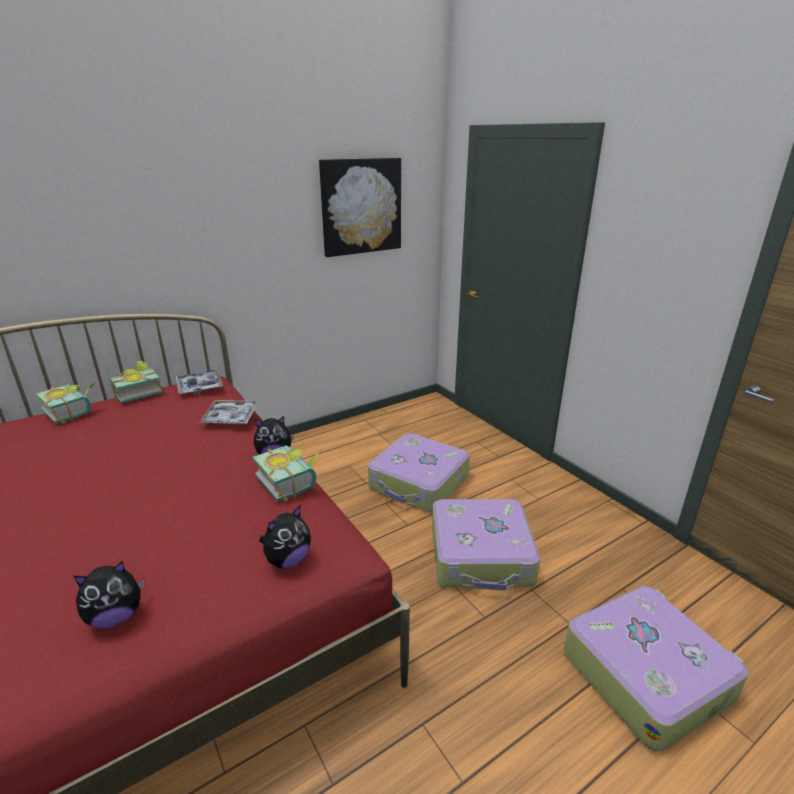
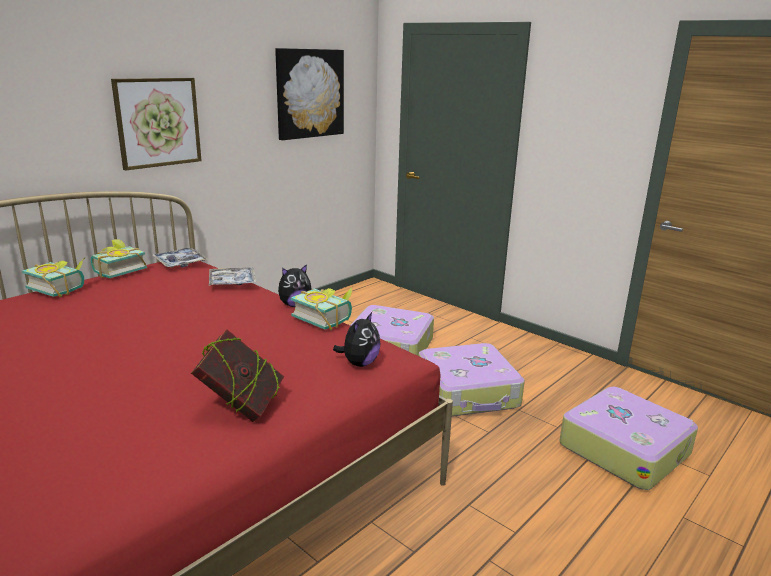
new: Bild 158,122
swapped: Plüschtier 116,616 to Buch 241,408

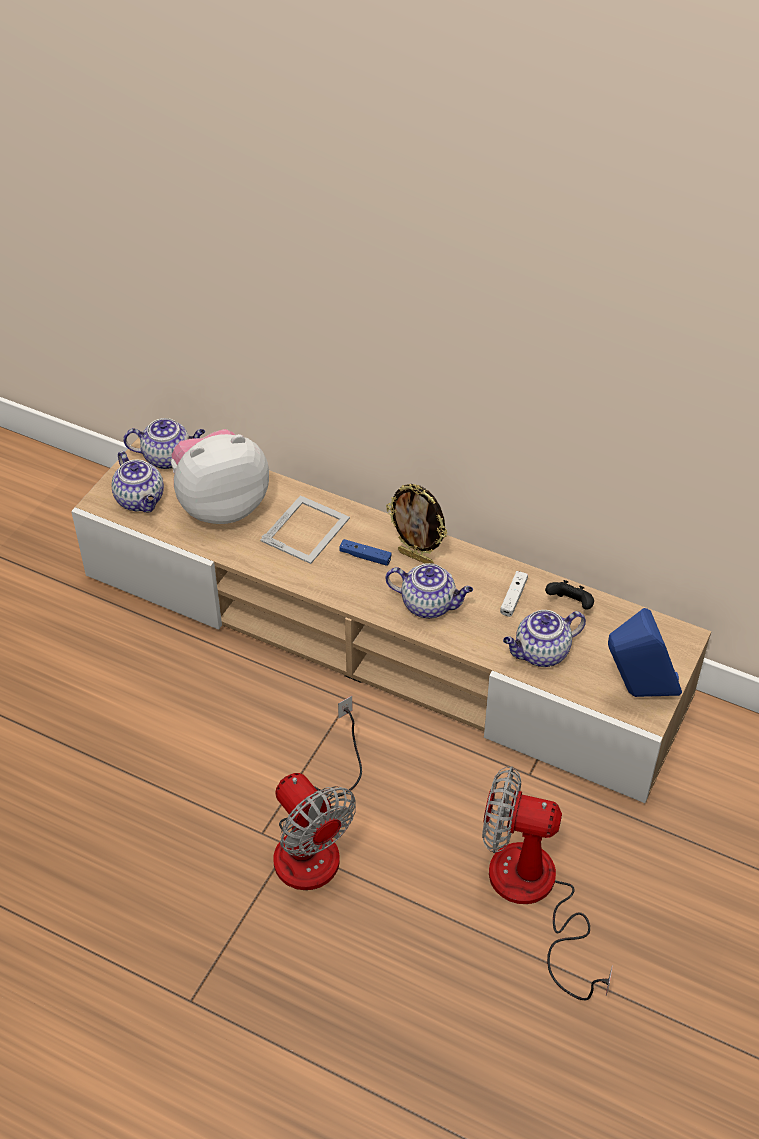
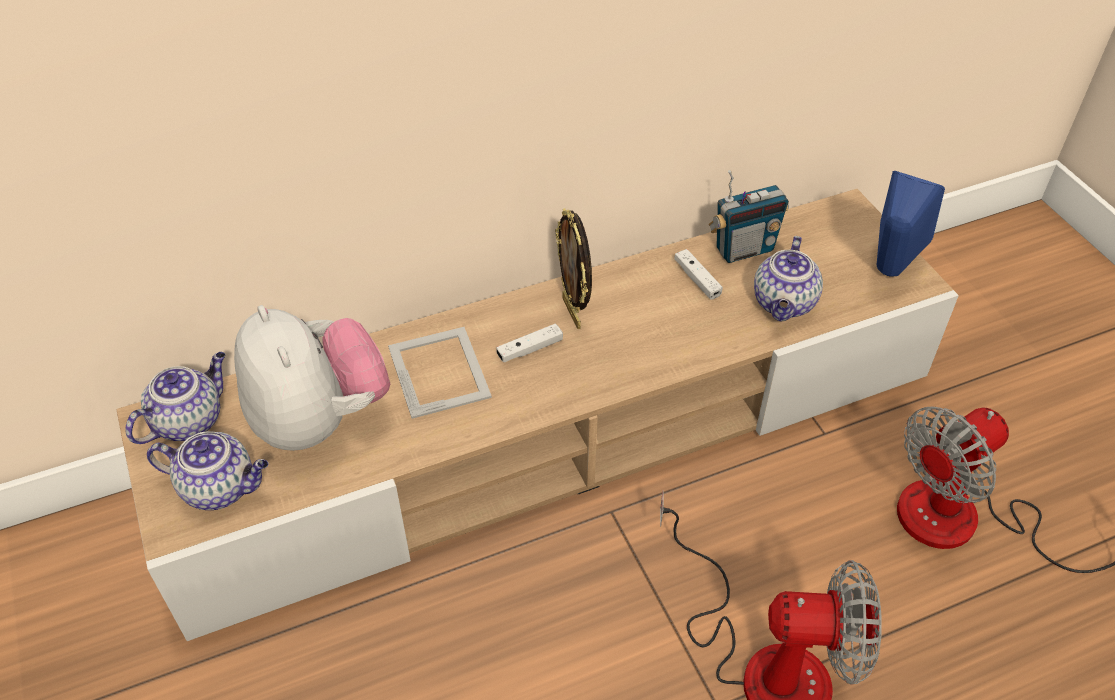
gone: Teekanne 429,605
swapped: Gamepad/schwarz 570,605 to Radio 743,249
repainted: Gamepad/blau 365,557 to Gamepad/weiß 530,349
rotated: Plüschtier 221,505 = 319,419 135 degrees clockwise; Bilderrahmen 416,557 = 573,313 90 degrees clockwise

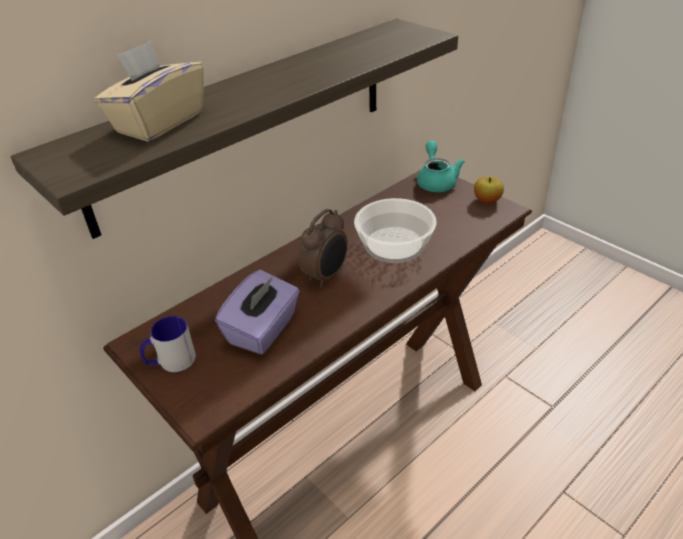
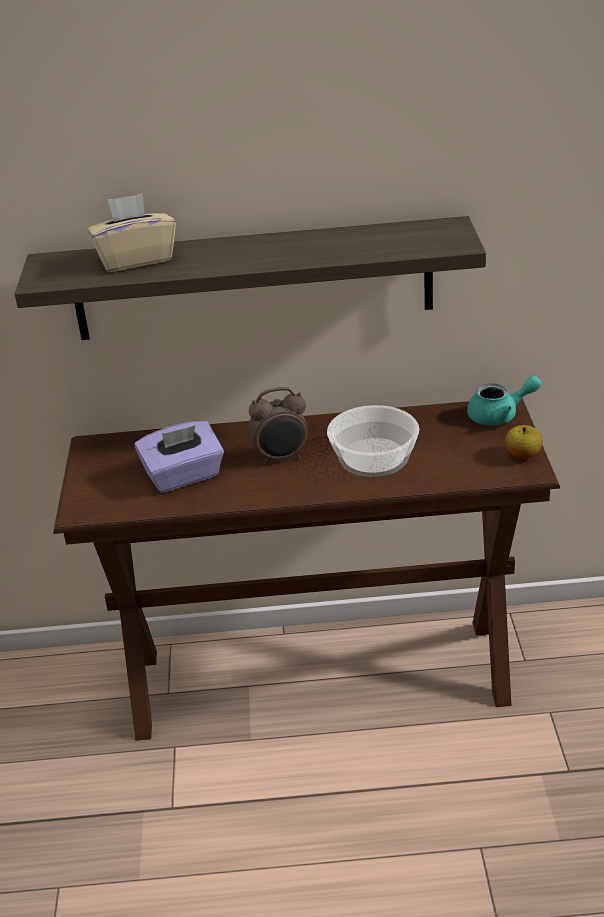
gone: Henkelbecher 171,362
rotated: Teekanne/türkis 436,181 = 500,416 45 degrees clockwise

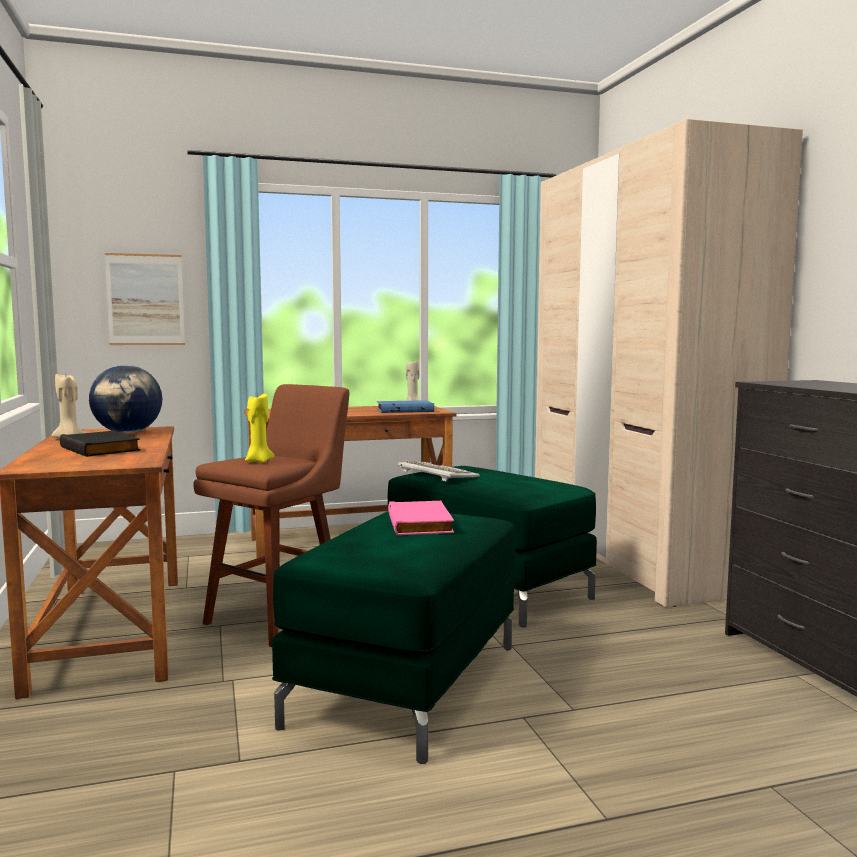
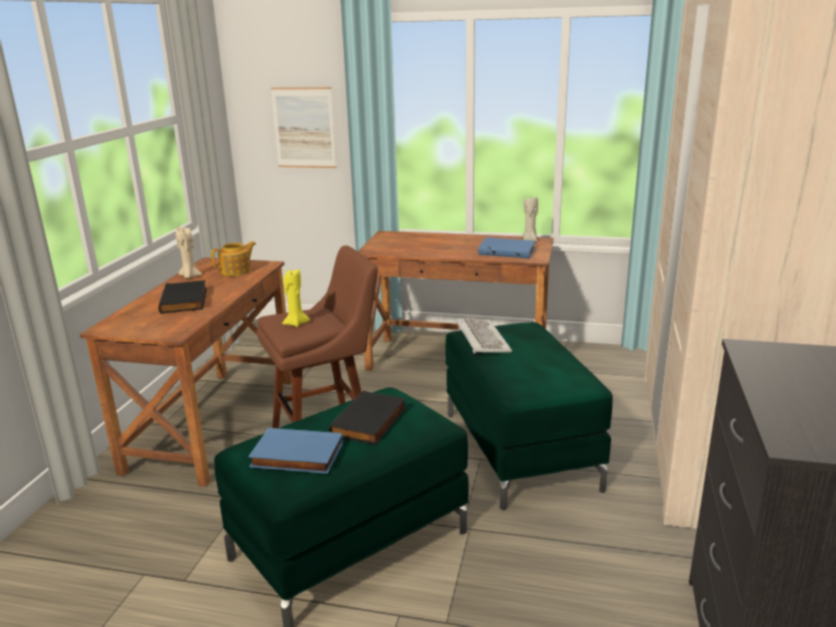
new: Buch/blau 296,456
swapped: Globus 127,433 to Teekanne 237,271
repainted: Buch/rosa 422,523 to Buch/schwarz 370,422

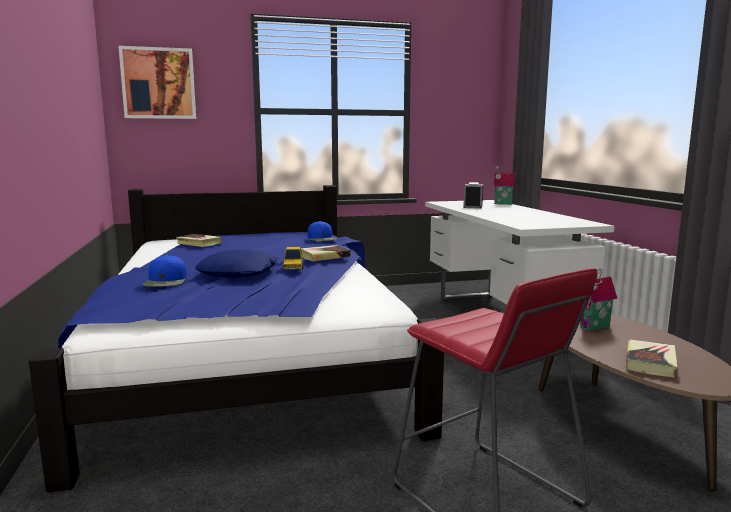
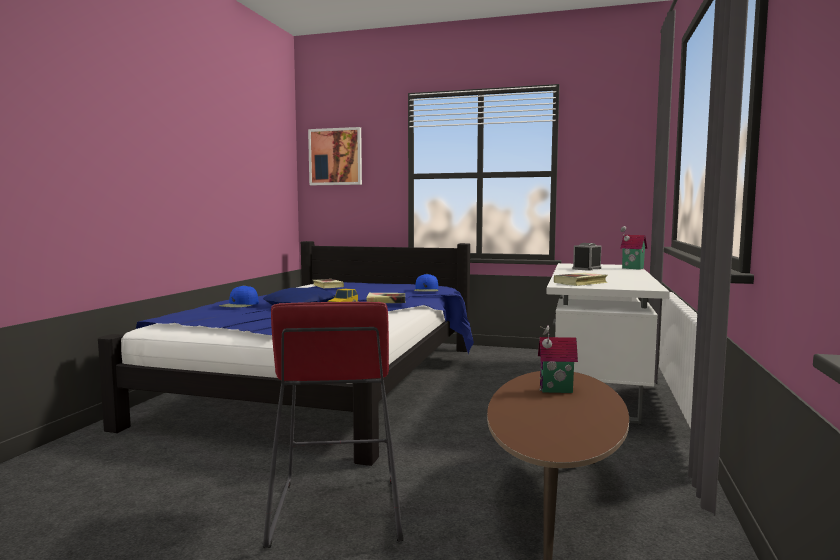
shifted: Buch 650,362 to 580,283

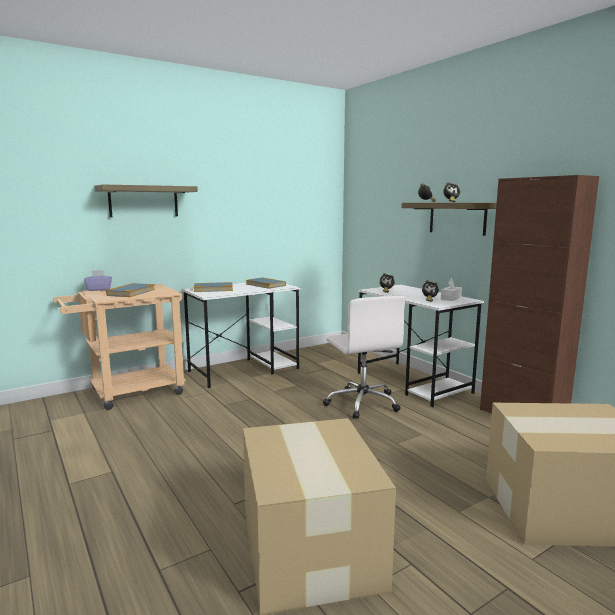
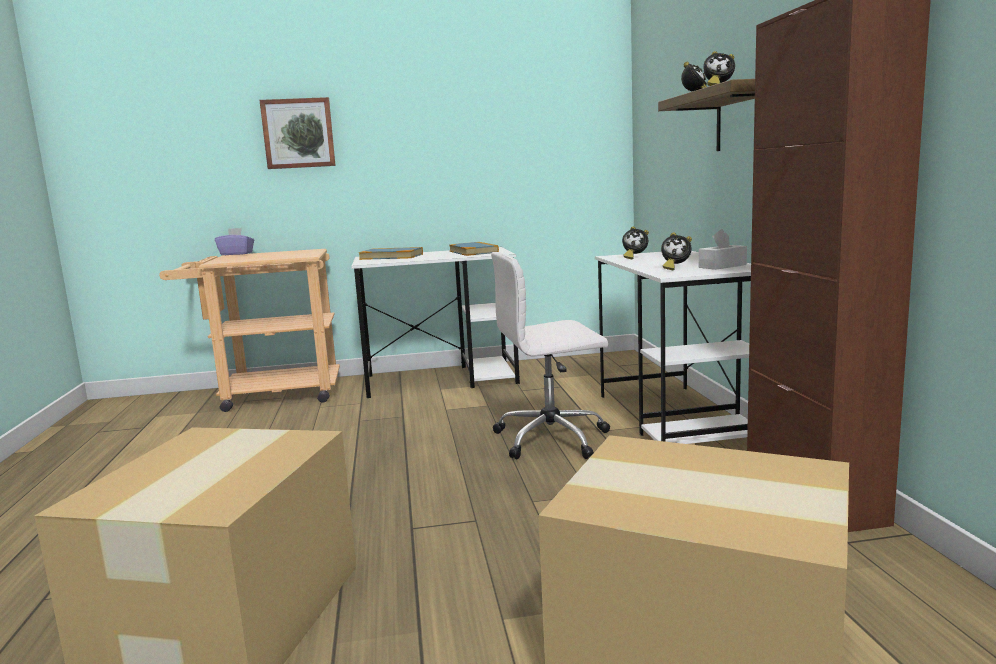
gone: Buch 131,292
swapped: Wandregal 143,201 to Bild 298,133
rotated: Bürostuhl/weiß 362,403 = 553,438 75 degrees clockwise

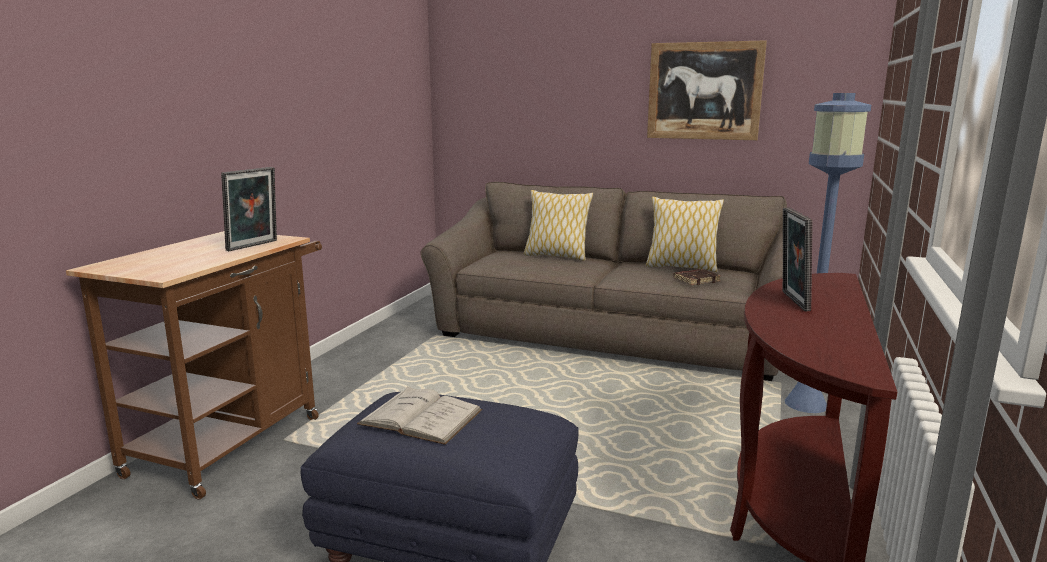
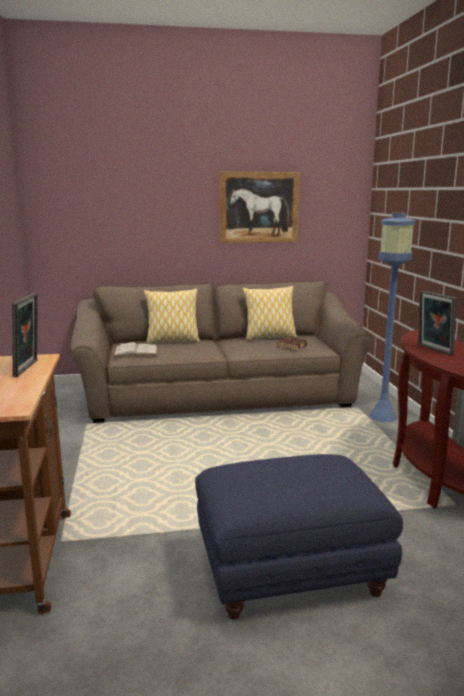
shifted: Buch/weiß 420,417 to 136,351

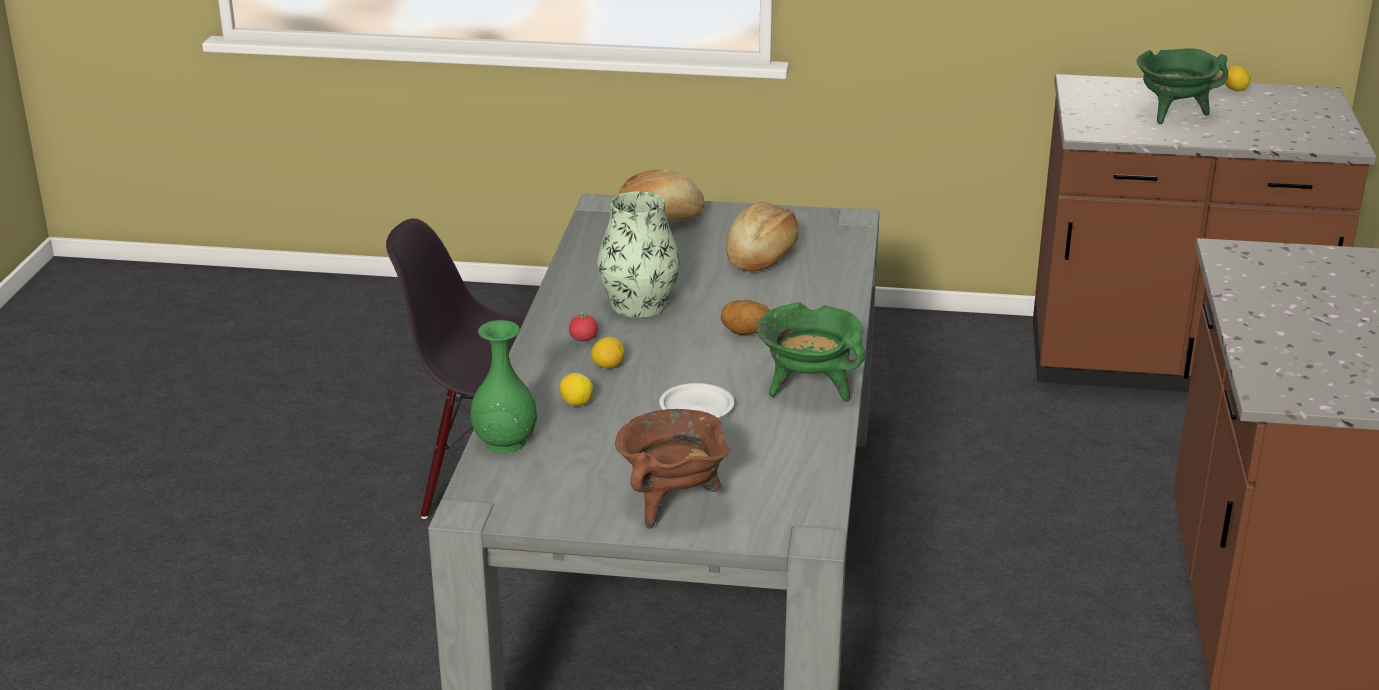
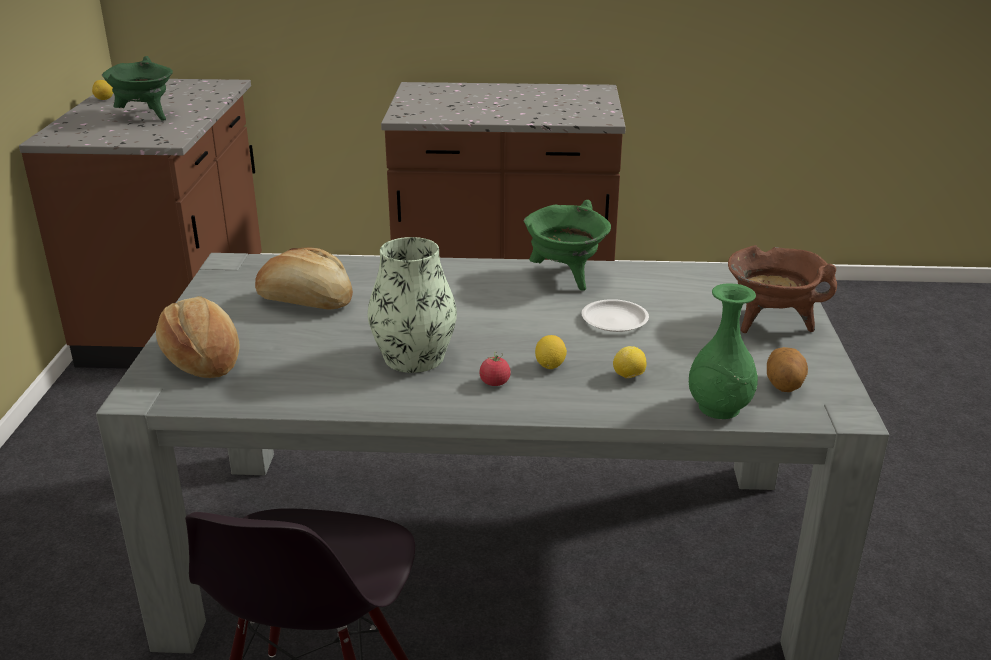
shifted: Kartoffel 745,333 to 784,386

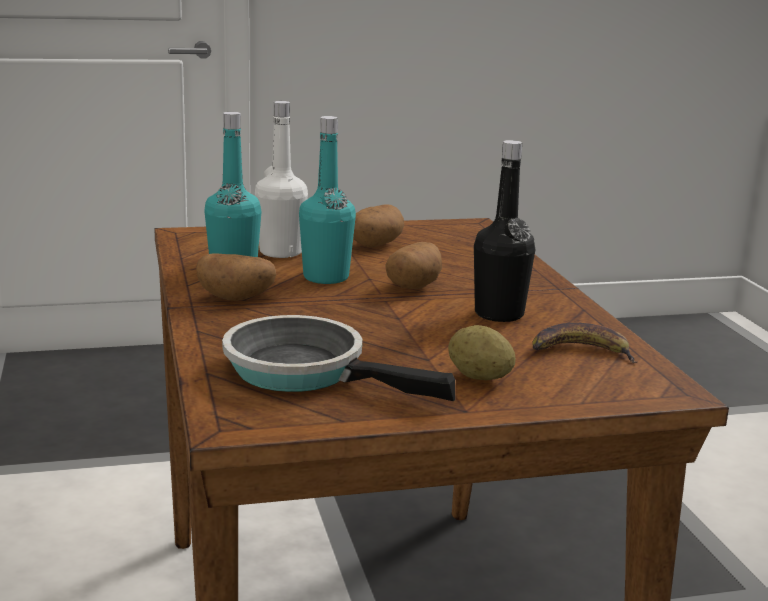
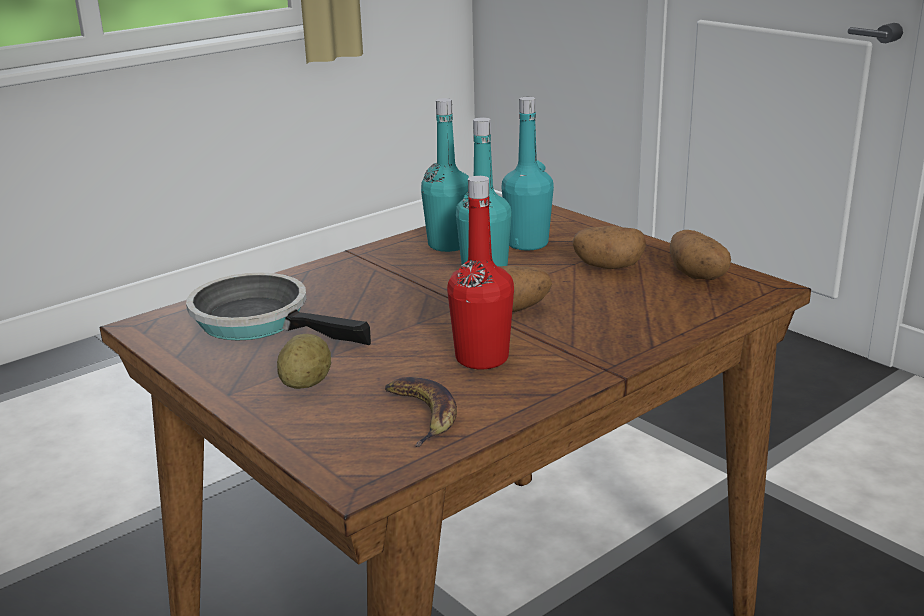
shifted: Kartoffel 236,298 to 699,276
repainted: Flasche/schwarz 499,314 to Flasche/rot 482,358; Flasche/weiß 281,252 to Flasche/türkis 527,244
rotated: Pfanne 306,371 = 260,321 60 degrees counterclockwise

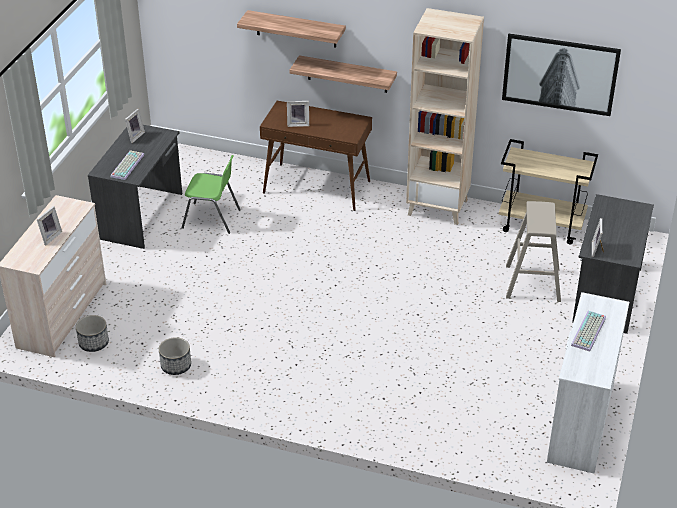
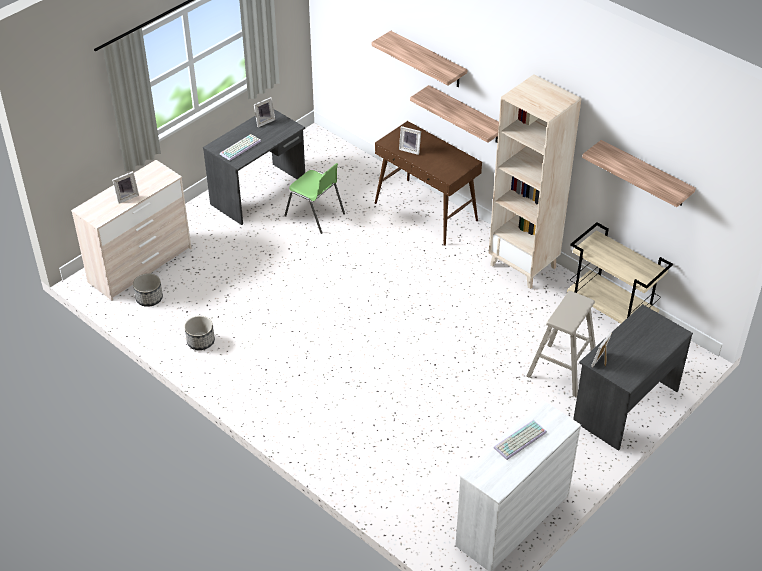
swapped: Bild 560,73 to Wandregal 645,174

